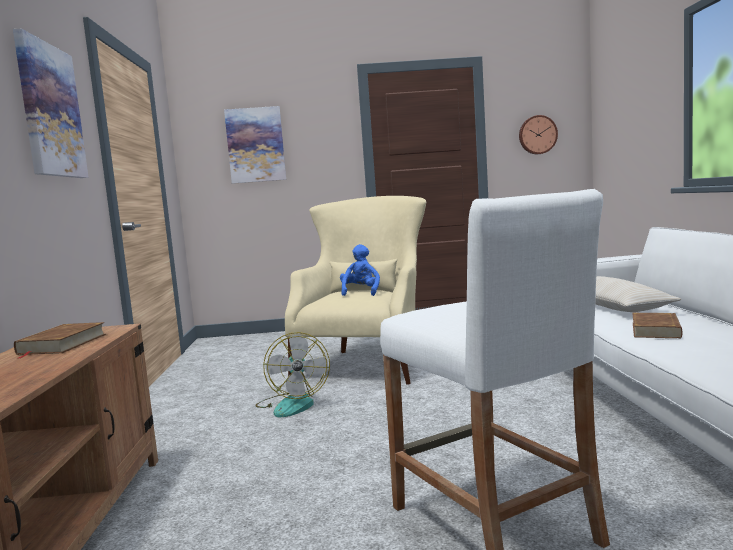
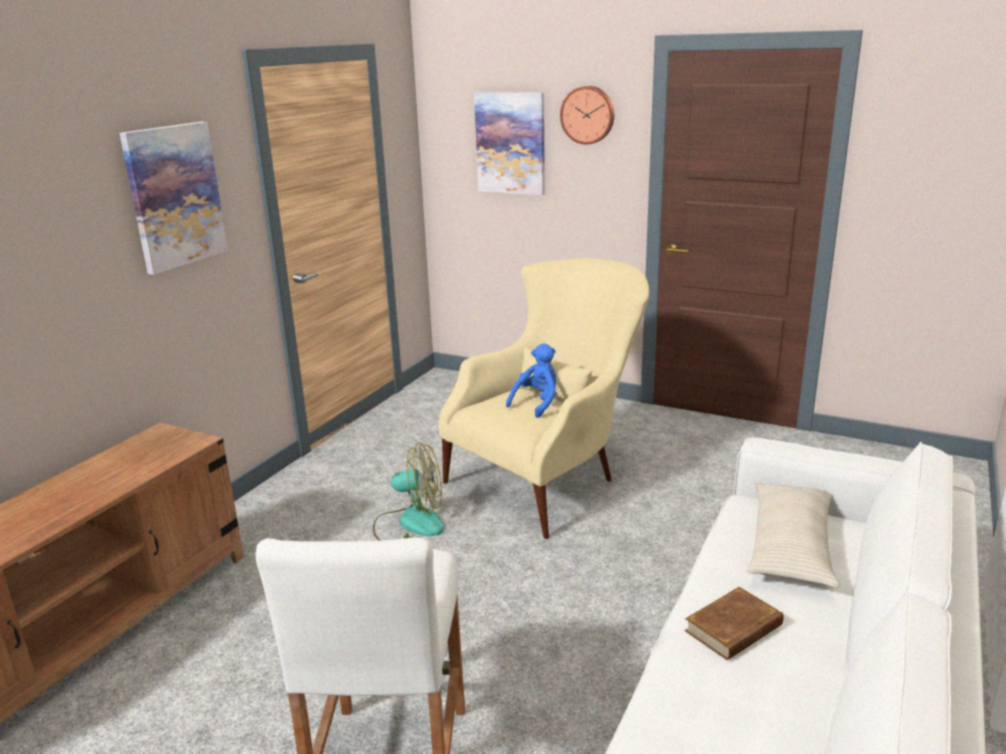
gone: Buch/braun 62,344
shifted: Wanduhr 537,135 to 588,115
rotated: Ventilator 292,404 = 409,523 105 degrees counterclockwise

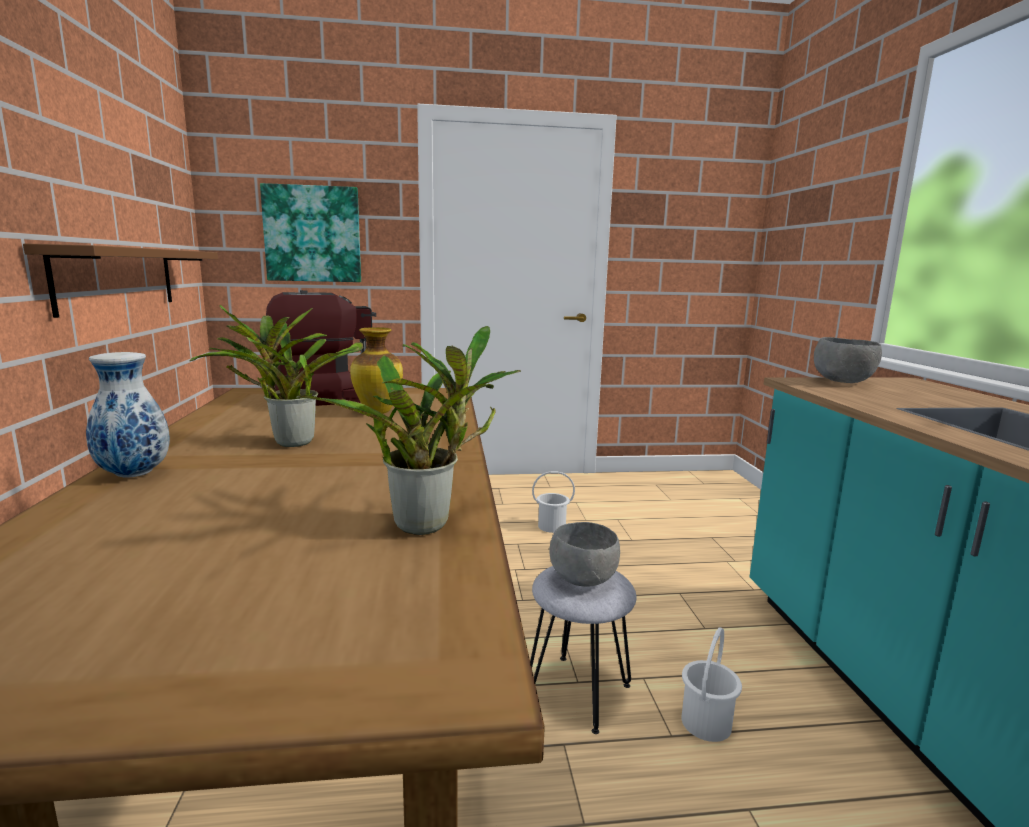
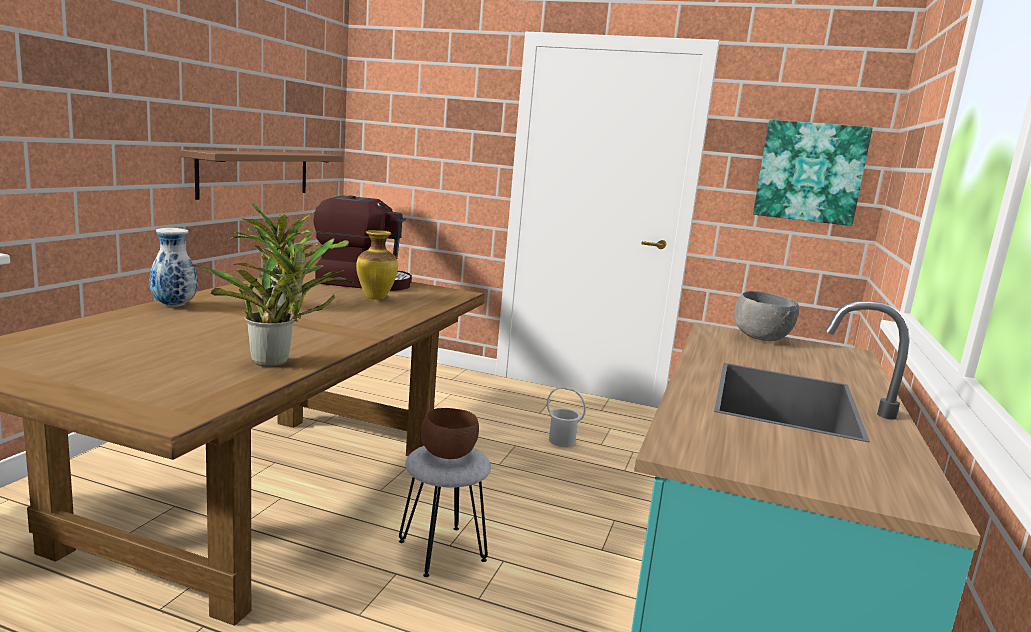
gone: Eimer/weiß 705,723
shifted: Bild 313,234 to 810,172
repainted: Schüssel/grau 583,579 to Schüssel/braun 449,454

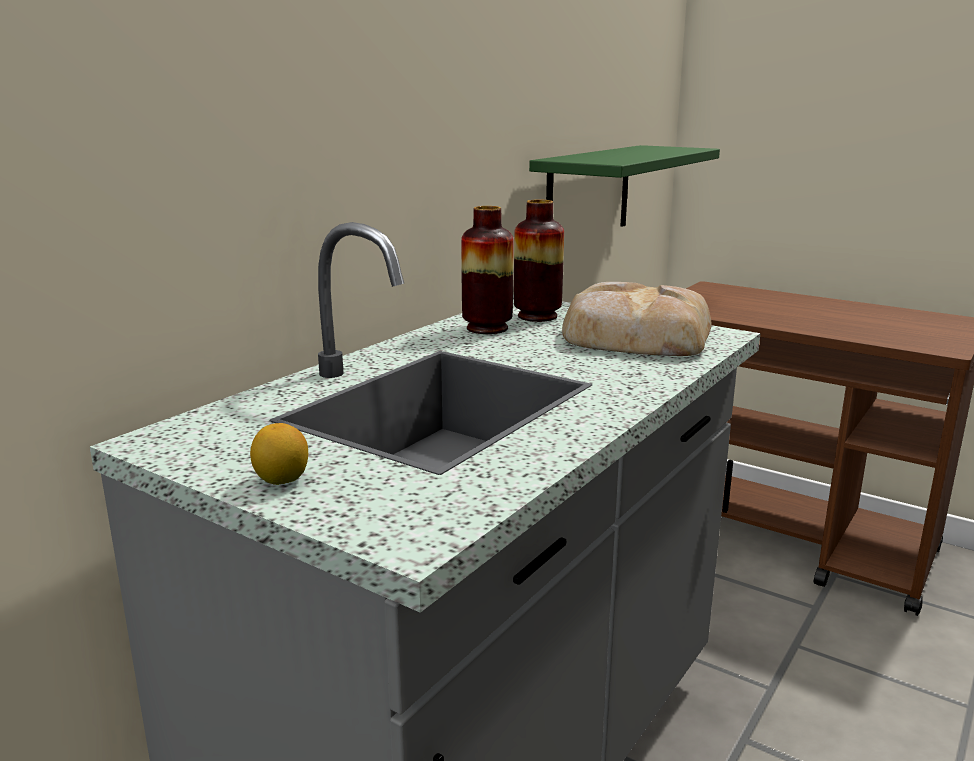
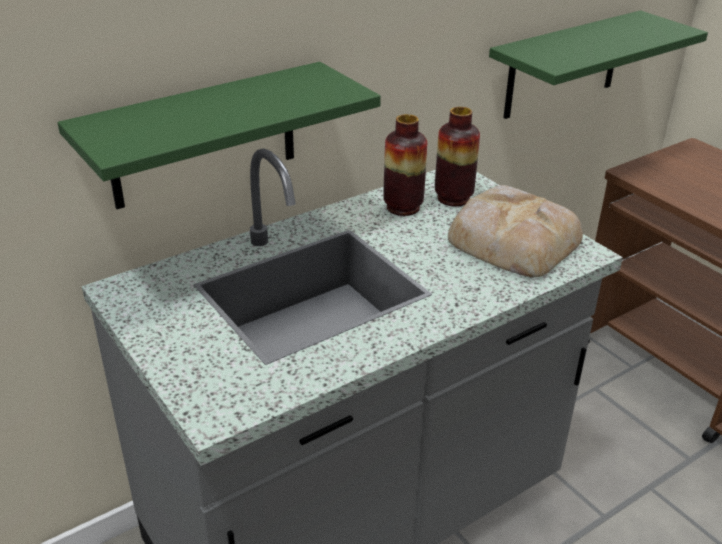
gone: Zitrone 282,480
new: Wandregal/grün 204,136

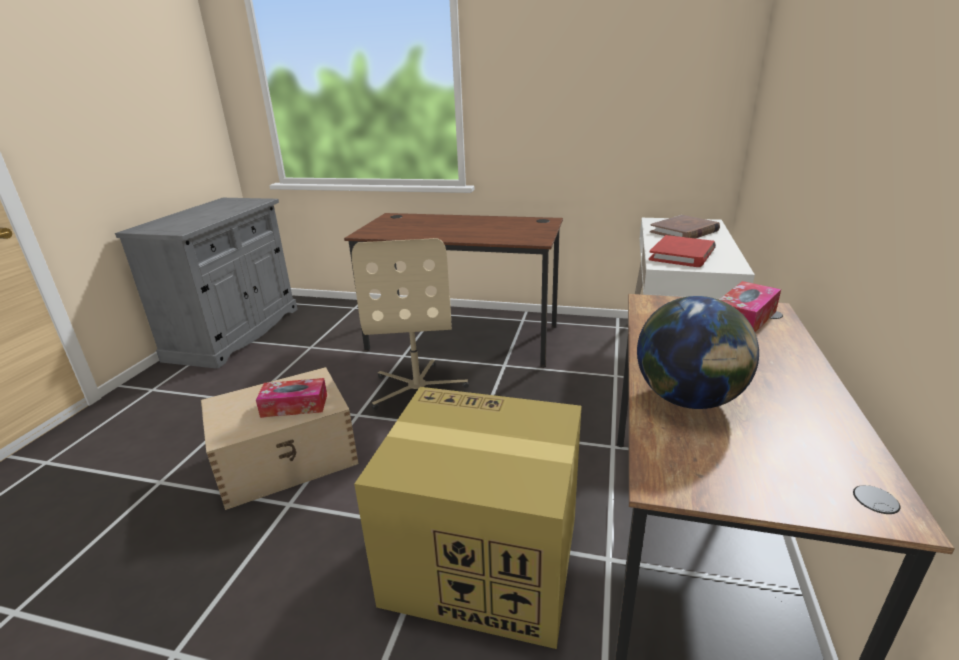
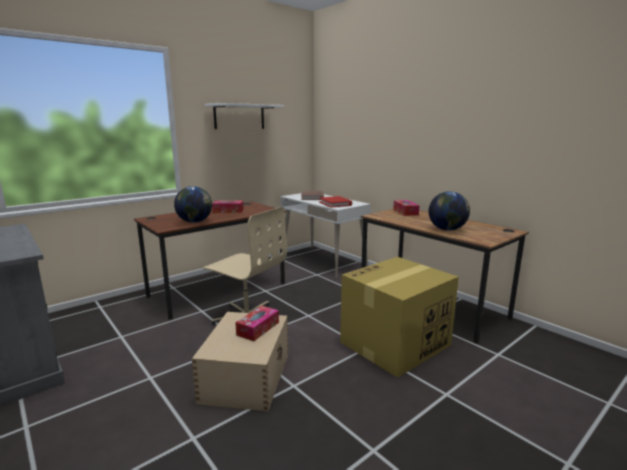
new: Globus 195,222; Wandregal/weiß 239,117; Taschentuchbox 228,211

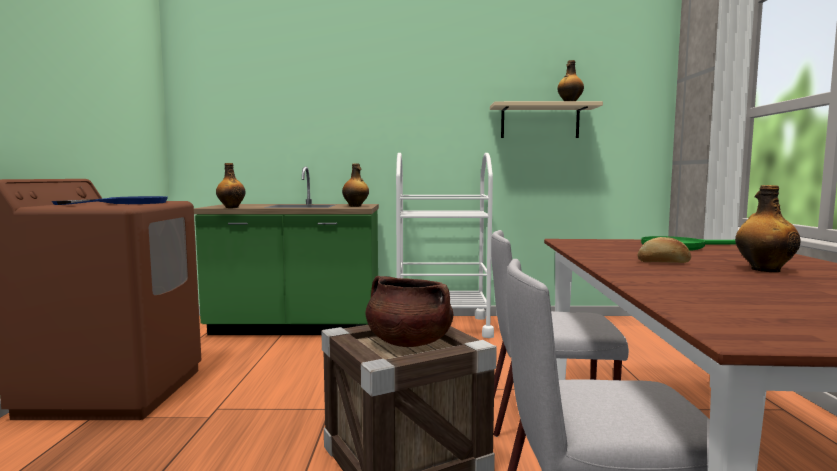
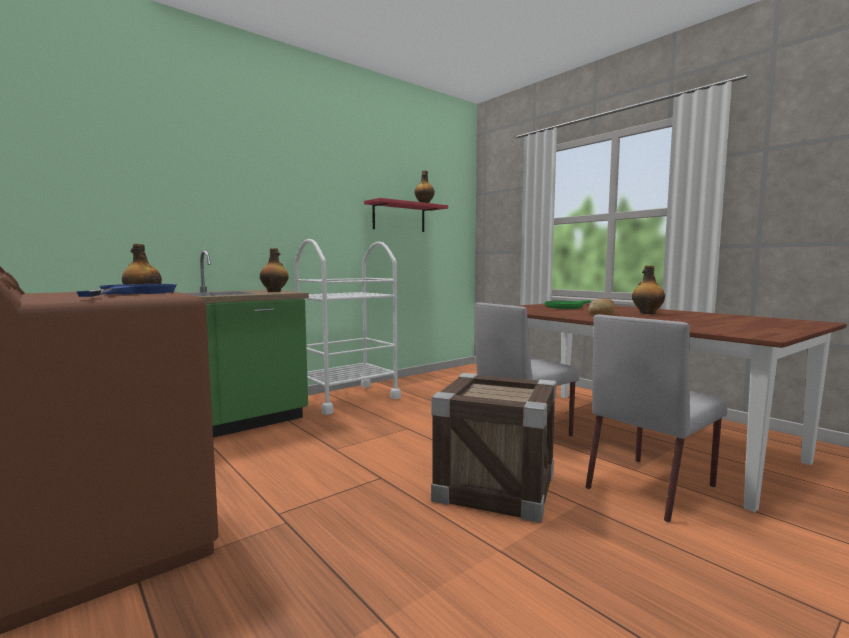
gone: Kochtopf/braun 408,342
repainted: Wandregal/beige 540,122 to Wandregal/rot 399,217

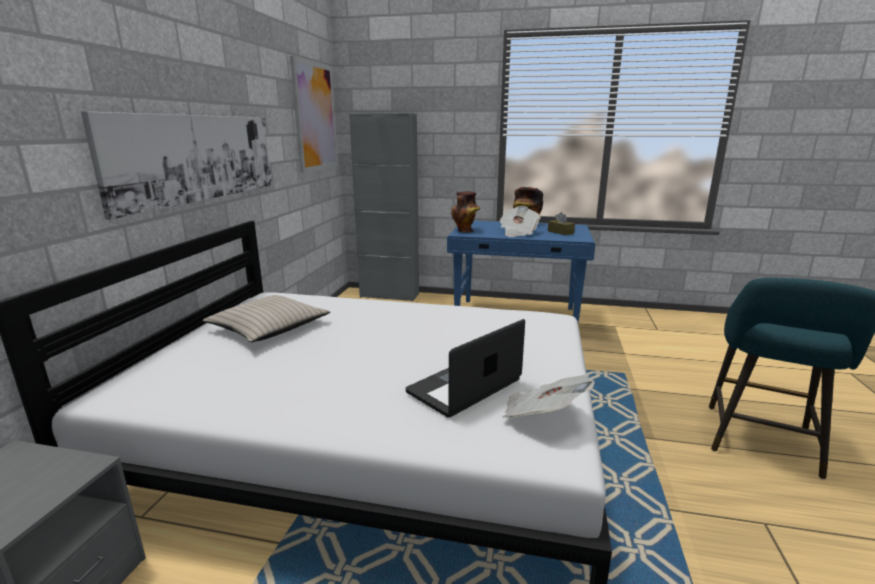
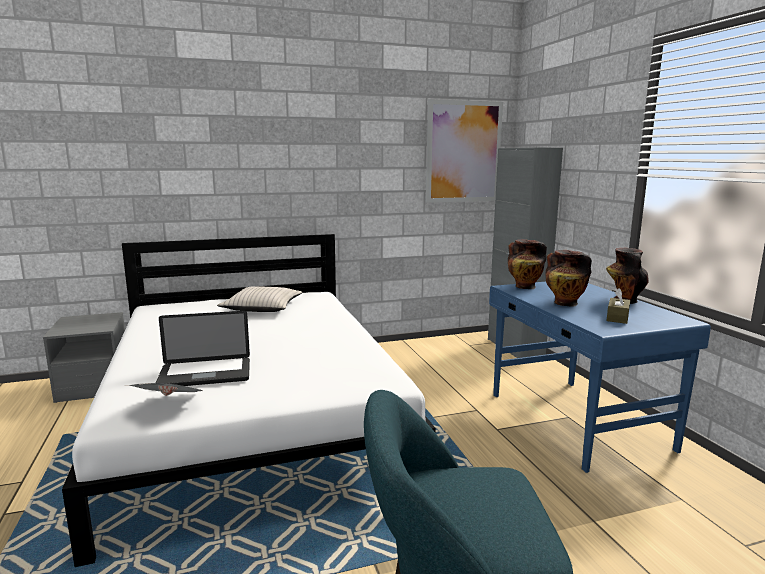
gone: Bild 198,158
swapped: Zeitung 518,233 to Vase 564,303
rotated: Laptop 464,387 = 205,374 150 degrees clockwise

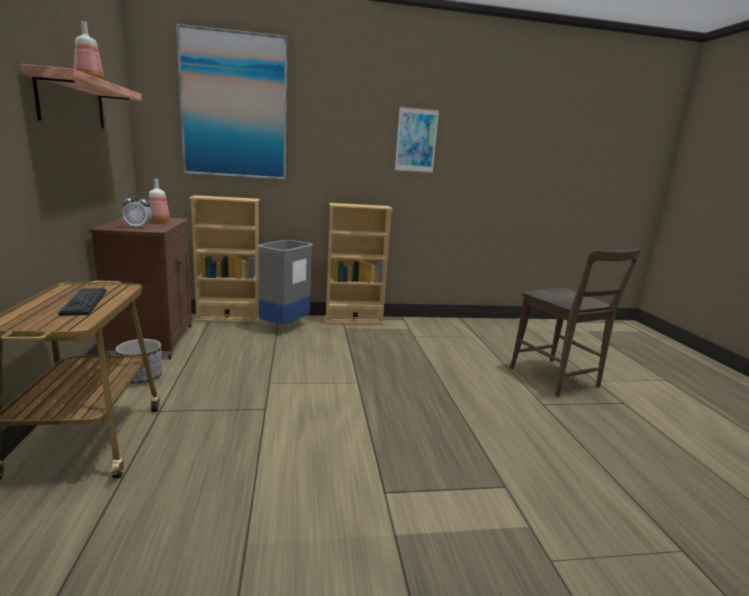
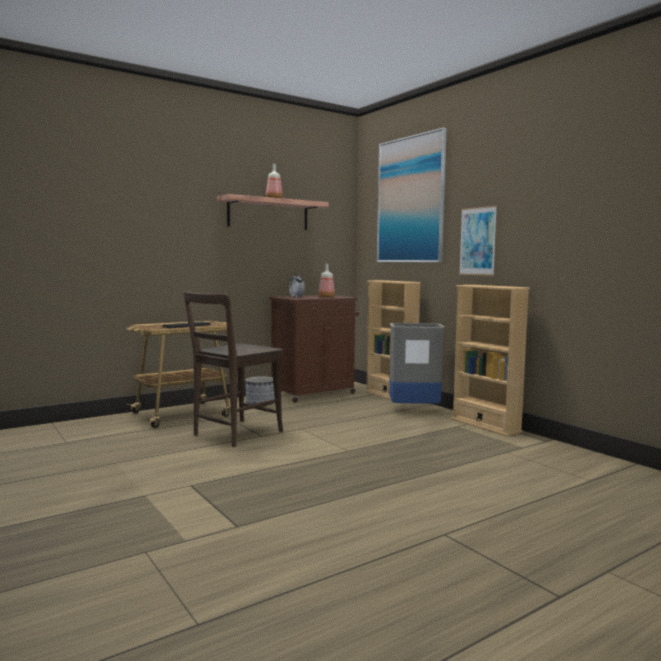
shifted: Stuhl/braun 557,379 to 234,434; Bild 416,140 to 477,241

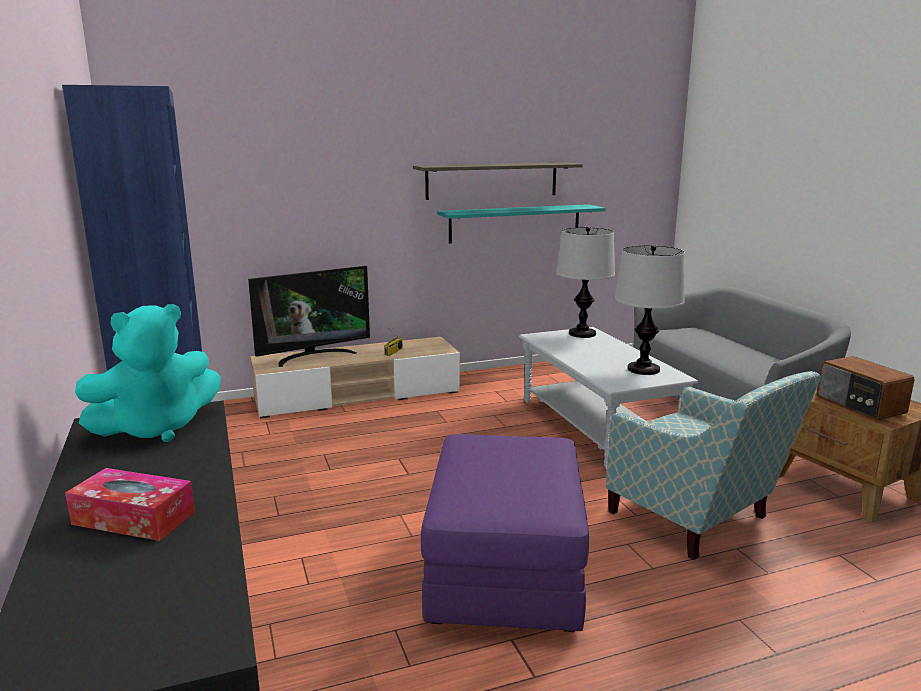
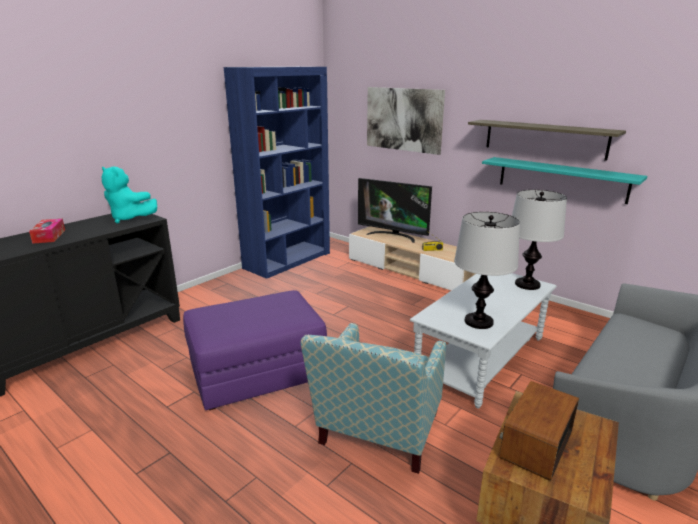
new: Bild 403,119

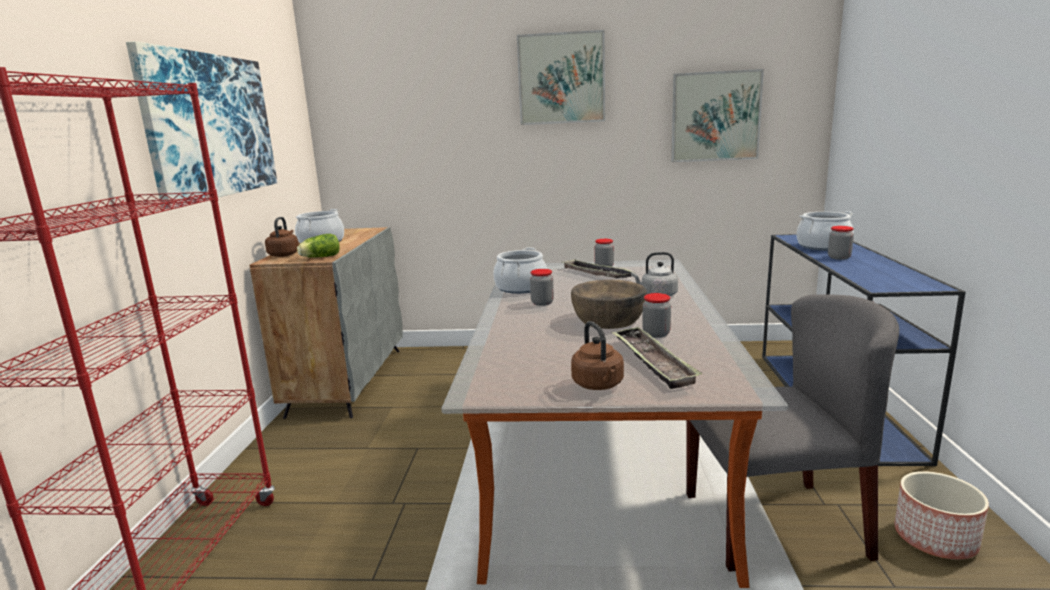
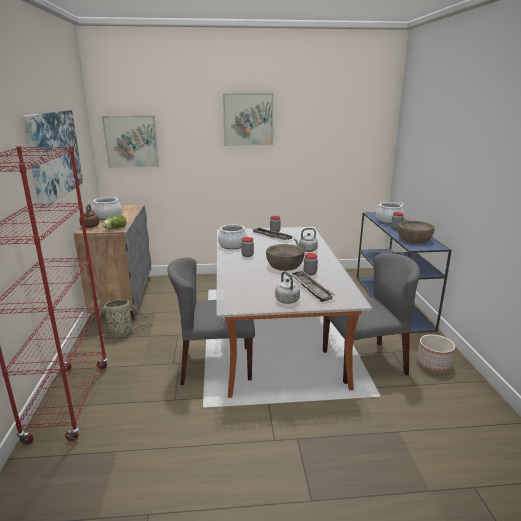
new: Korb 122,333; Stuhl/grau 215,365; Schüssel/braun 414,239
shifted: Bild 715,116 to 131,142
repainted: Wasserkessel/braun 599,385 to Wasserkessel/grau 288,301

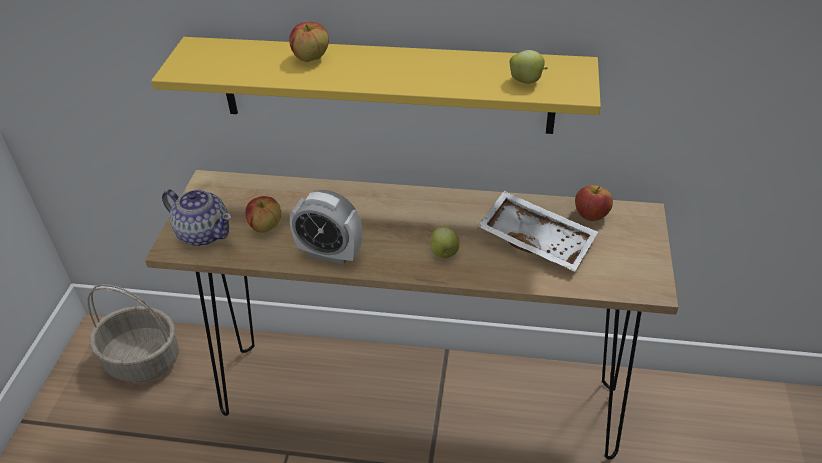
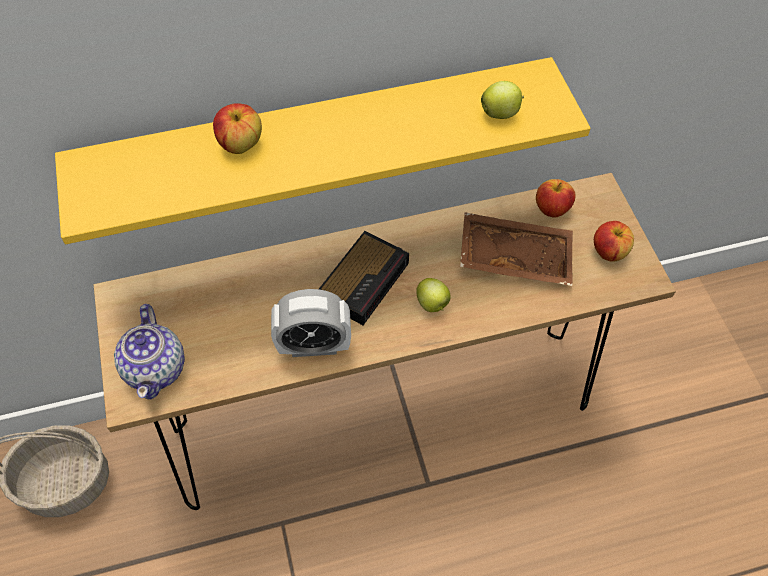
new: Wecker 365,280
shifted: Apfel 265,226 to 608,252
repainted: Tablett/weiß 537,239 to Tablett/braun 515,256
rotated: Teekanne 203,233 = 156,368 75 degrees clockwise

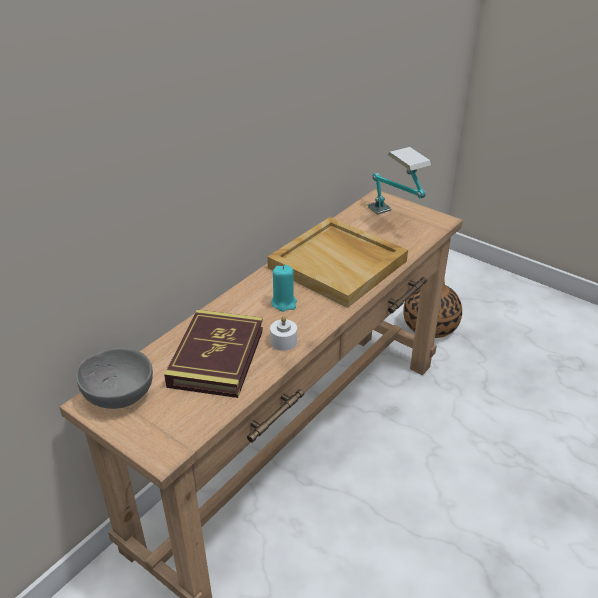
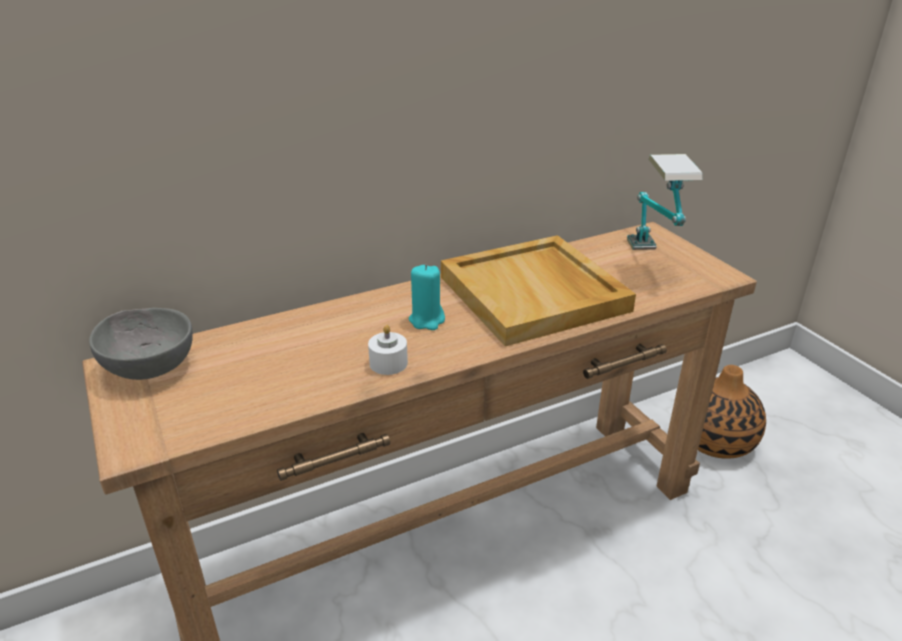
gone: Buch 217,357

